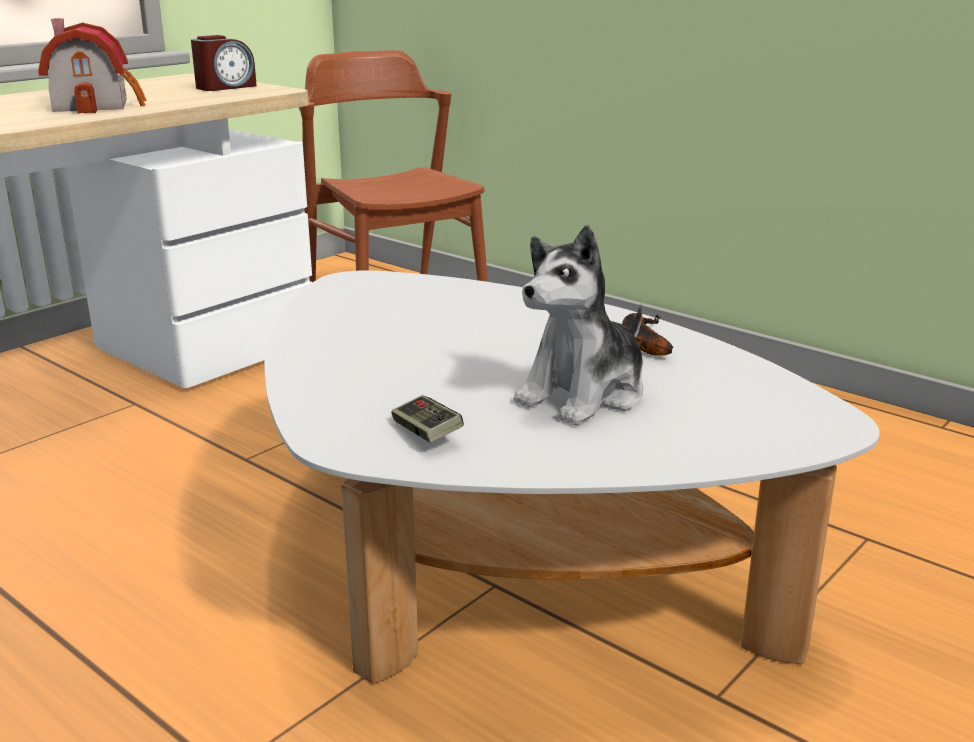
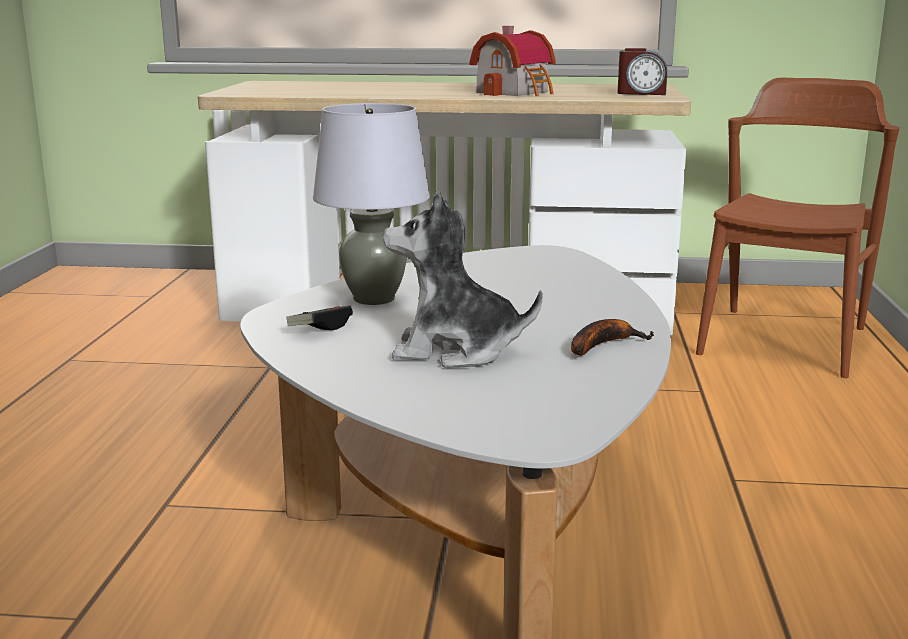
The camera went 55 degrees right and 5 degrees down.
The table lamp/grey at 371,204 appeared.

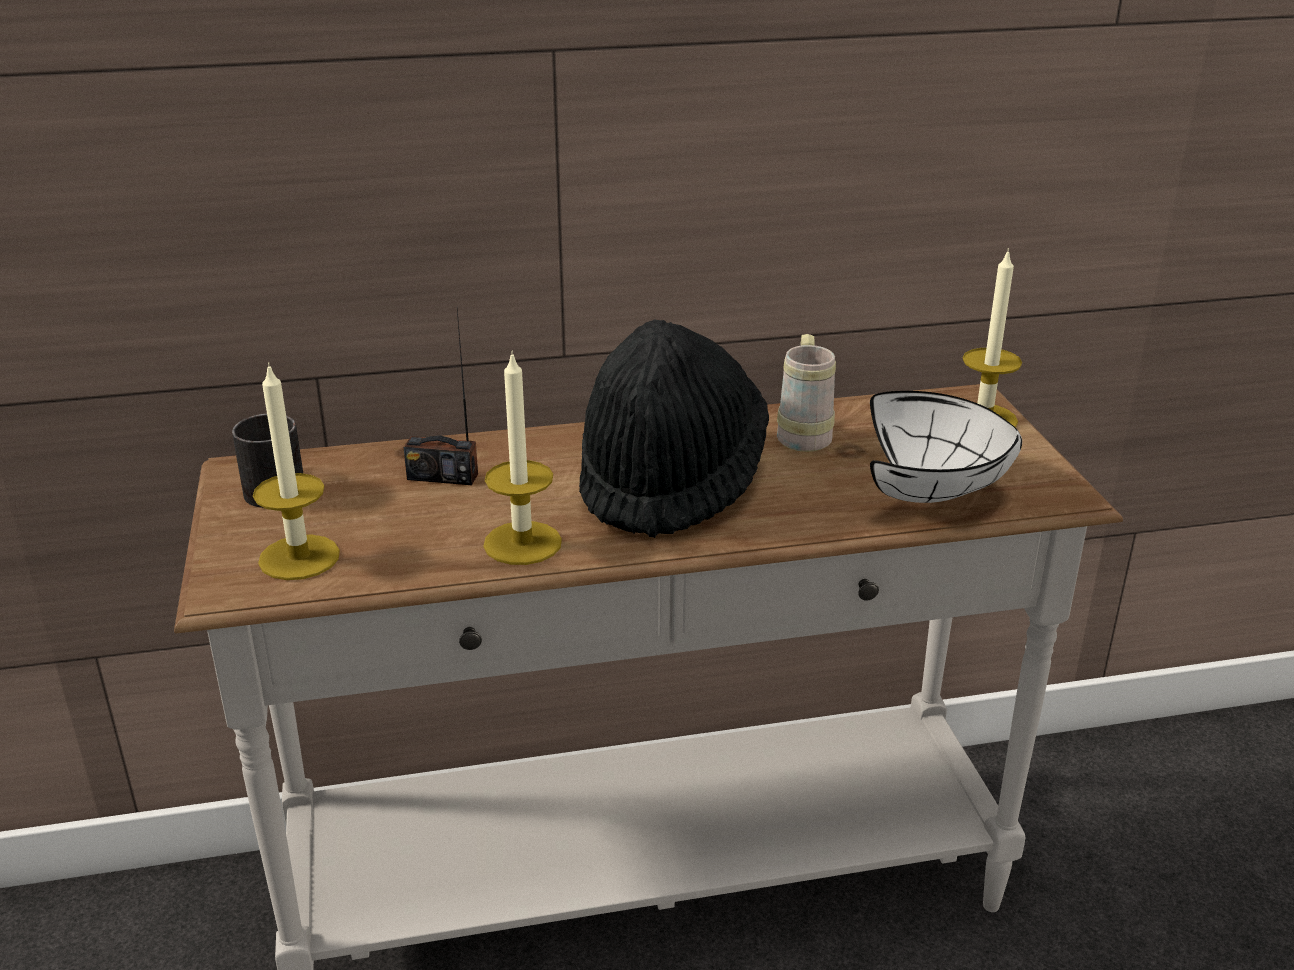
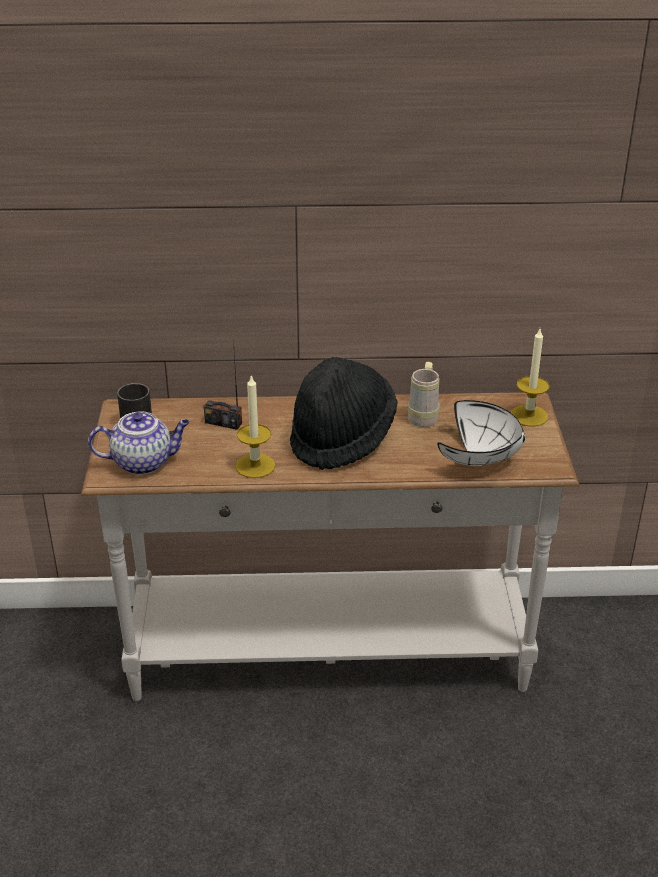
The camera went 10 degrees right and 5 degrees up.
The candle at 296,471 was replaced by the teapot at 139,443.

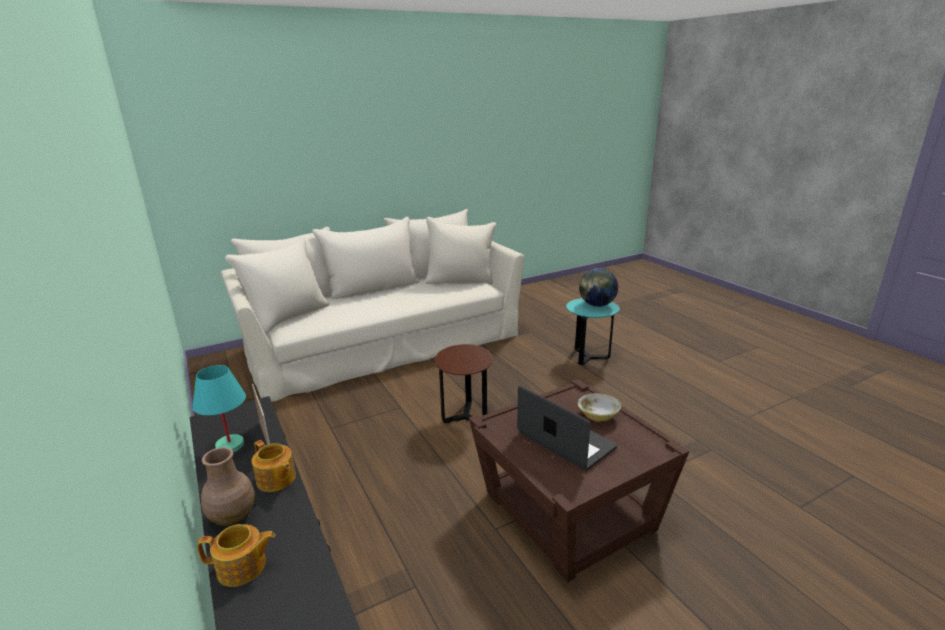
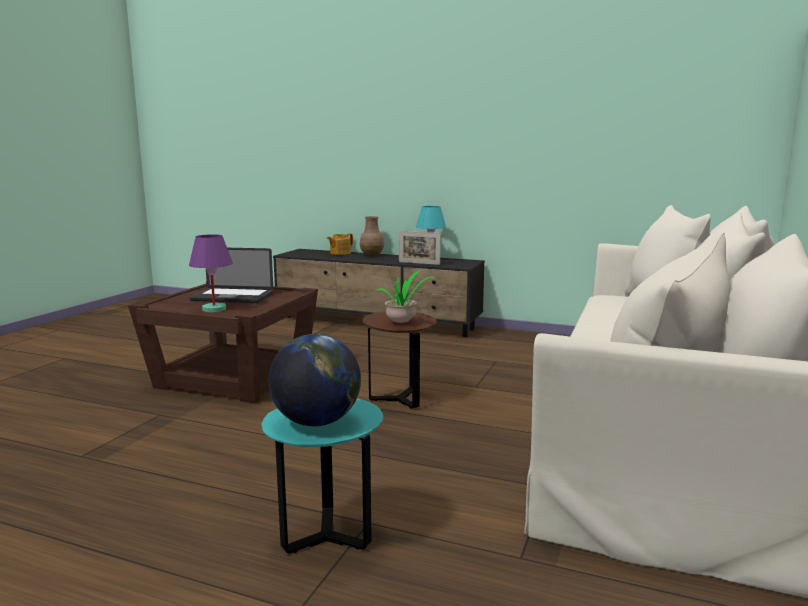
The camera went 140 degrees right and 10 degrees down.
The bowl at 599,407 was replaced by the table lamp/purple at 211,273.
The teapot at 274,466 disappeared.
The potted plant at 404,296 appeared.

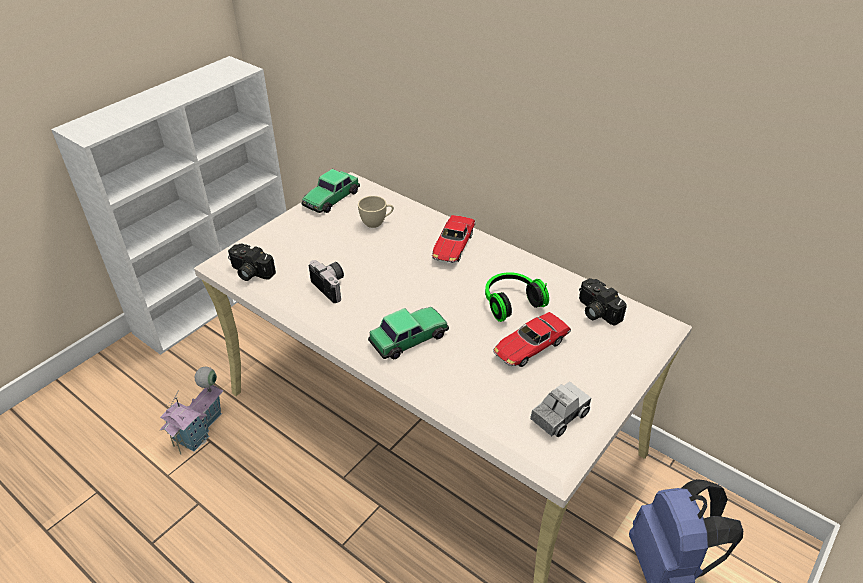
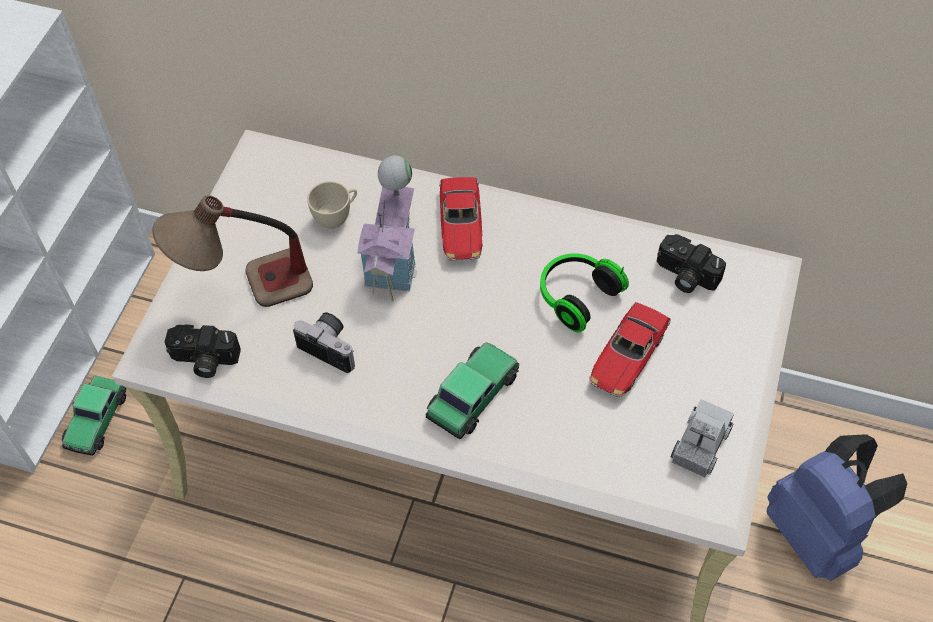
The camera went 20 degrees left and 15 degrees up.
The toy car moved from 331,191 to 94,416.
The toy house moved from 191,410 to 387,228.
The table lamp at 232,251 appeared.

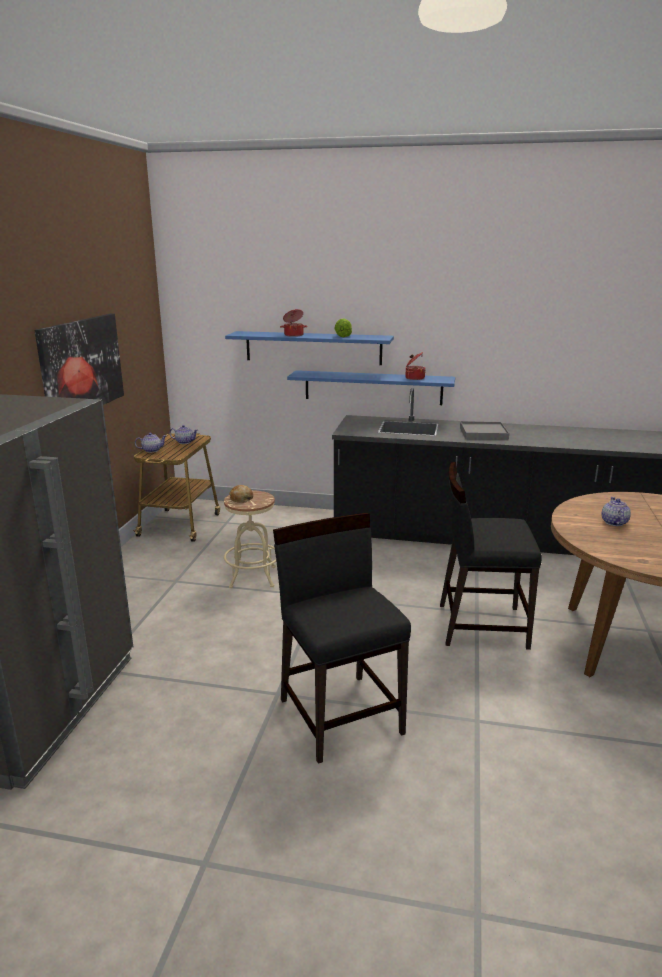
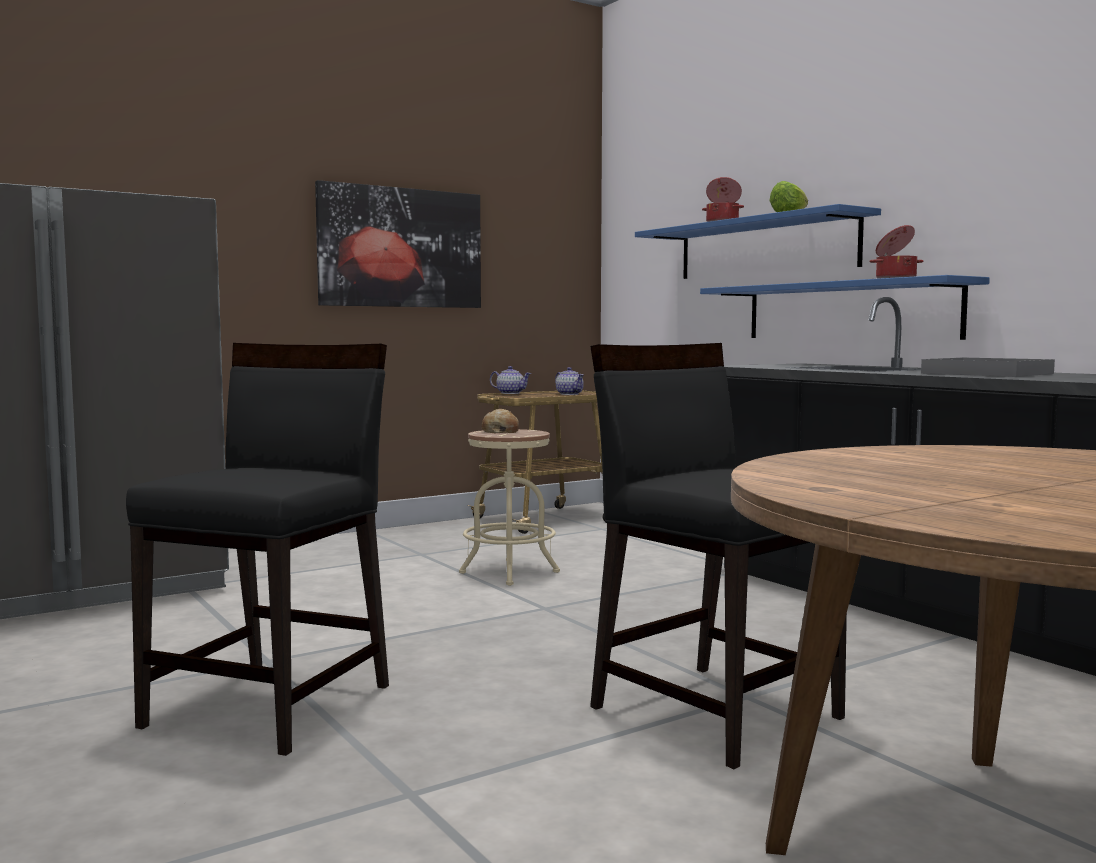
The camera went 45 degrees right and 15 degrees down.
The teapot at 616,511 disappeared.

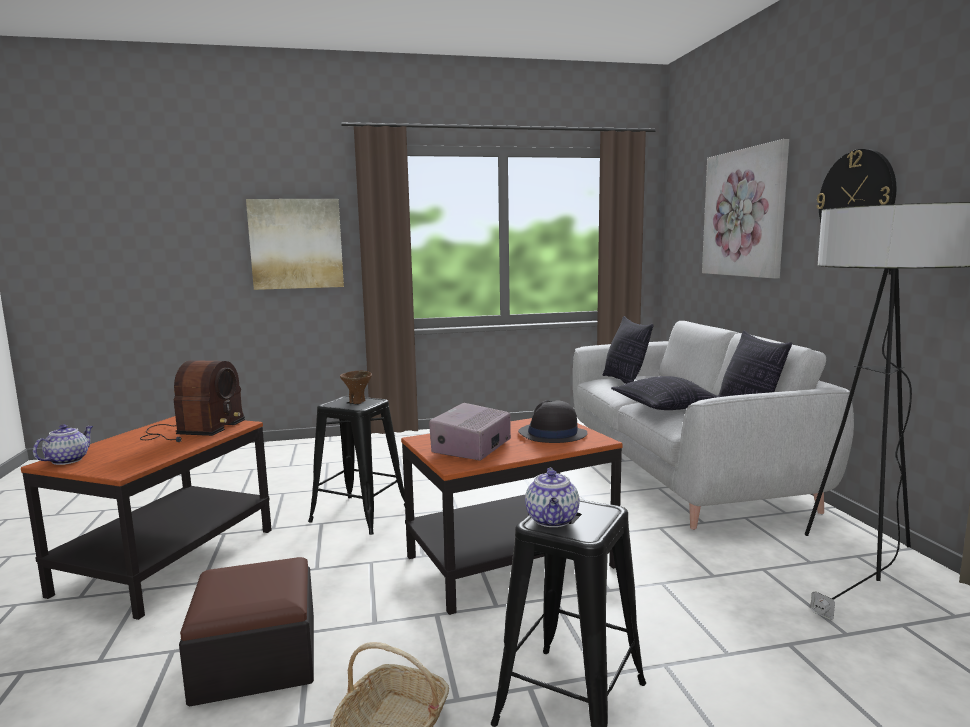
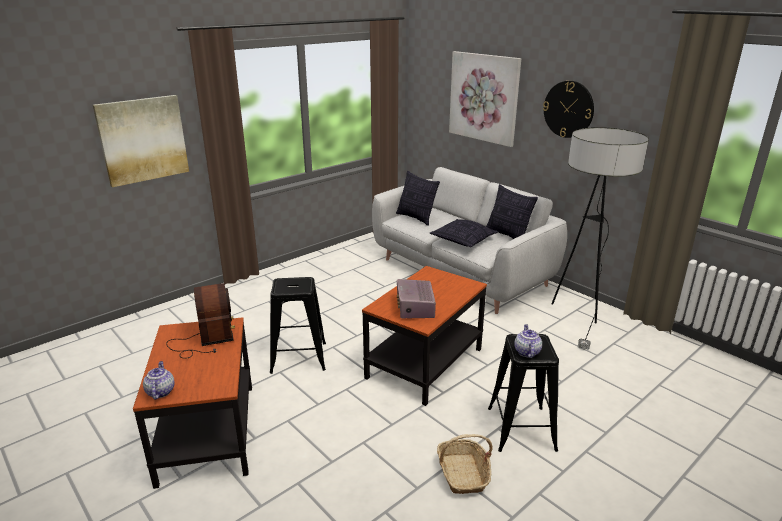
The camera went 30 degrees left and 15 degrees up.
The bowl/brown at 356,387 disappeared.
The hat/black at 552,421 disappeared.
The teapot at 552,497 turned 150 degrees counterclockwise.
The ottoman at 246,632 disappeared.

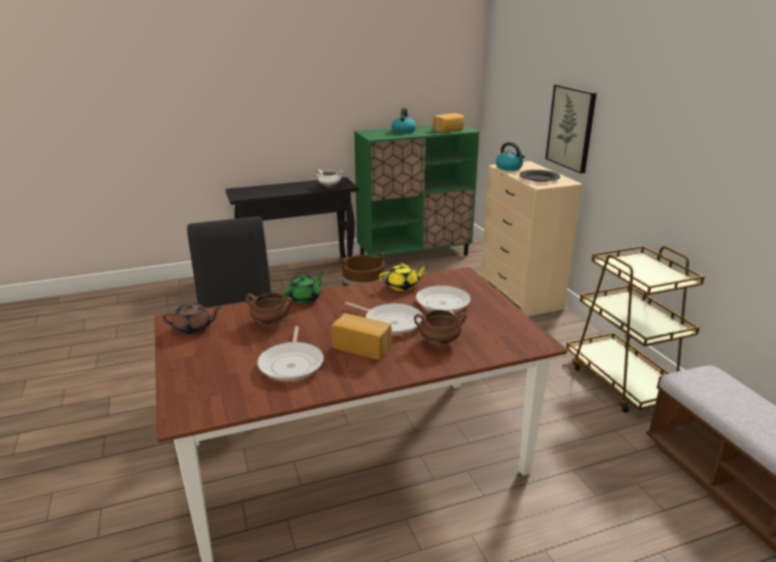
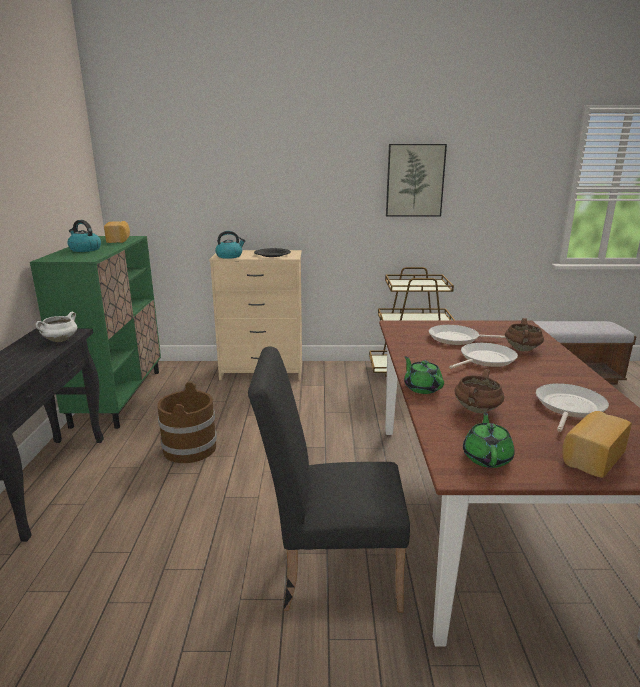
The camera went 70 degrees left and 5 degrees down.
The picture moved from 571,129 to 416,180.
The teapot/yellow at 403,277 disappeared.
The teapot/brown at 192,319 became the teapot/green at 489,440.
The bread moved from 361,336 to 597,444.
The frying pan at 290,353 turned 75 degrees counterclockwise.

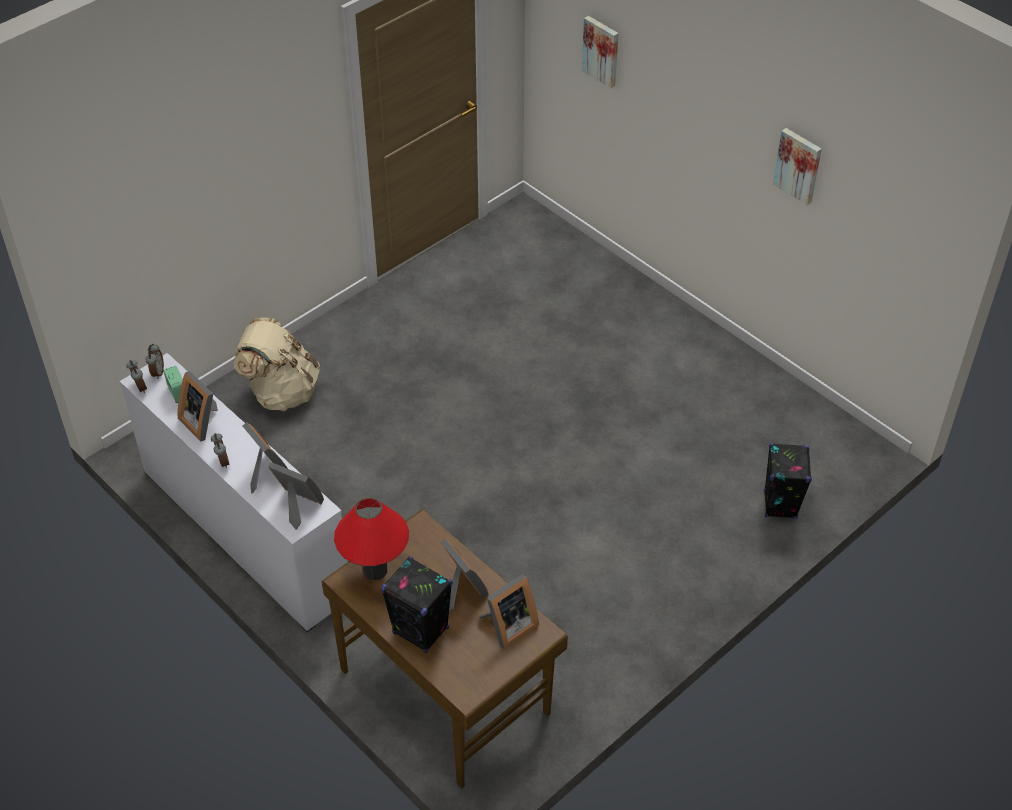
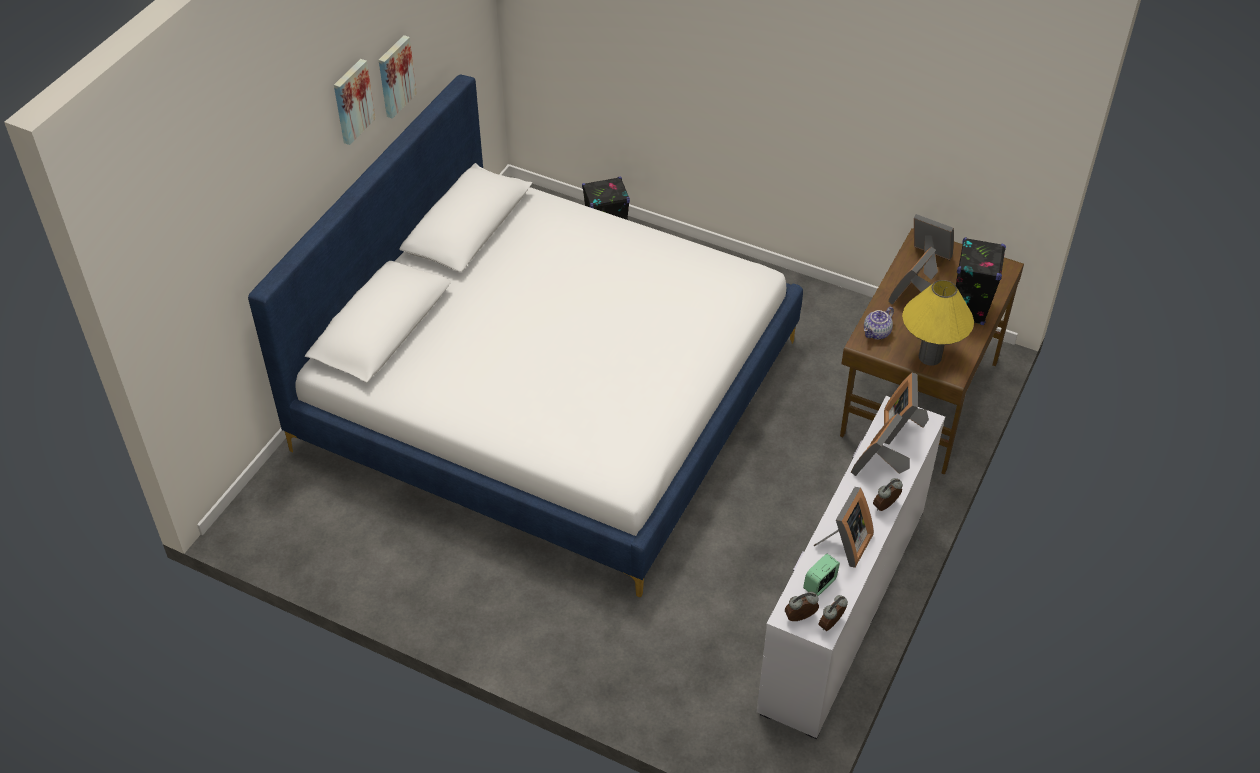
The camera went 110 degrees left and 0 degrees up.
The picture moved from 600,52 to 355,102.
The backpack/beige at 277,364 disappeared.
The table lamp/red at 371,539 became the table lamp/yellow at 938,322.
The bed/white at 525,336 appeared.
The teapot at 879,323 appeared.

